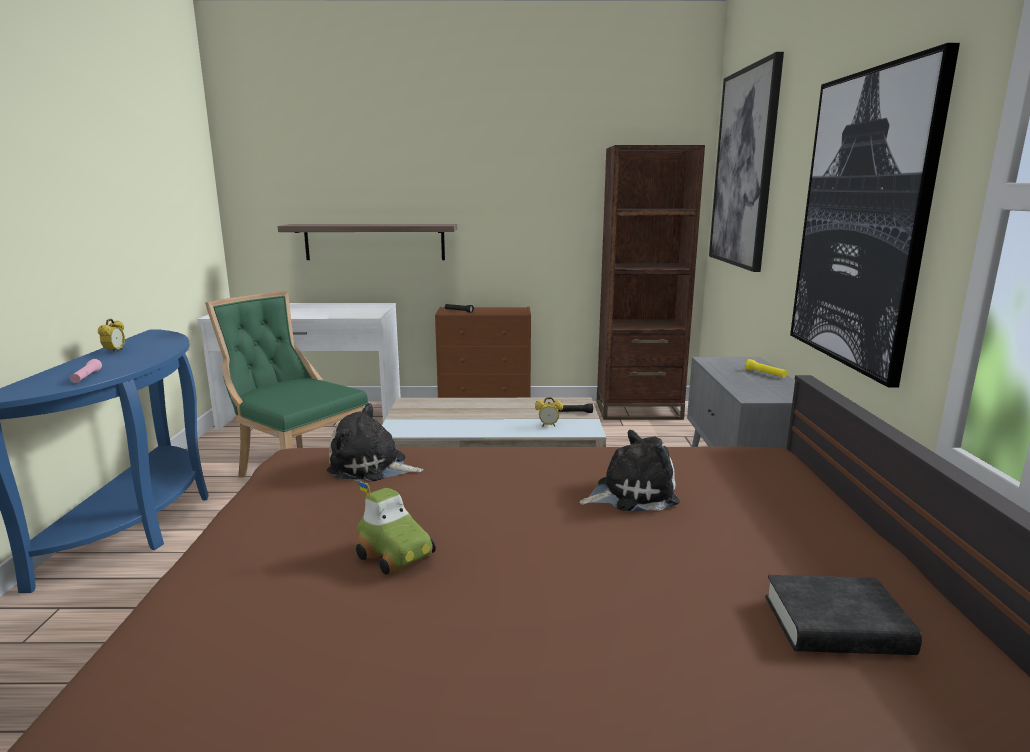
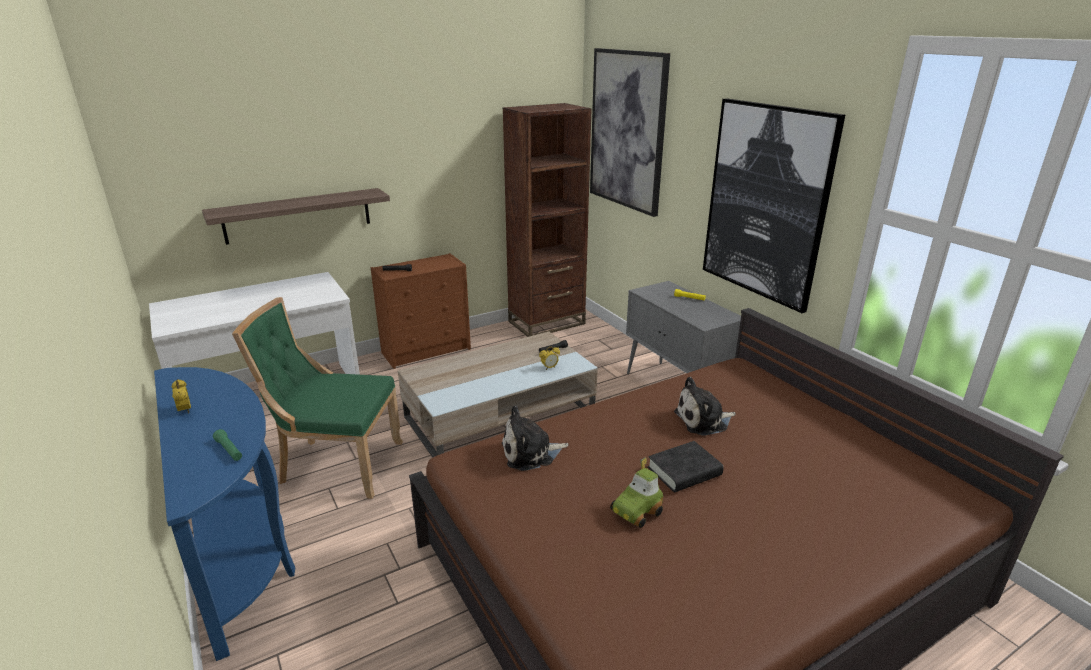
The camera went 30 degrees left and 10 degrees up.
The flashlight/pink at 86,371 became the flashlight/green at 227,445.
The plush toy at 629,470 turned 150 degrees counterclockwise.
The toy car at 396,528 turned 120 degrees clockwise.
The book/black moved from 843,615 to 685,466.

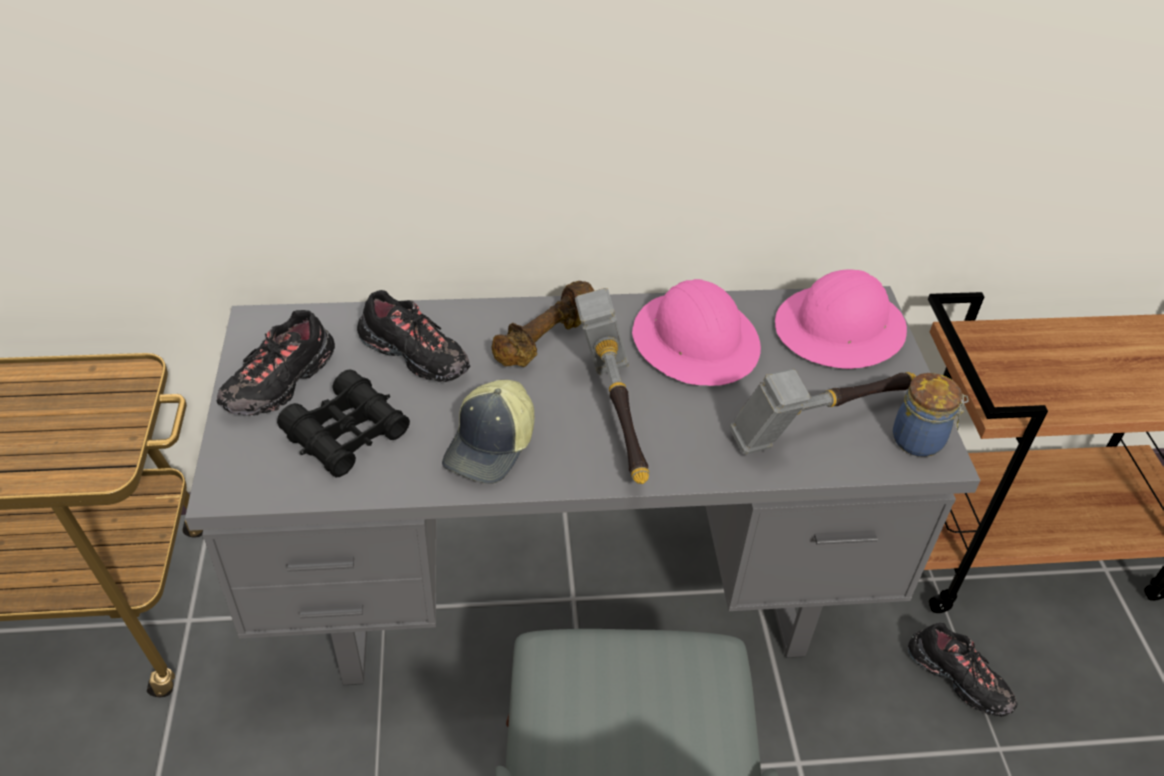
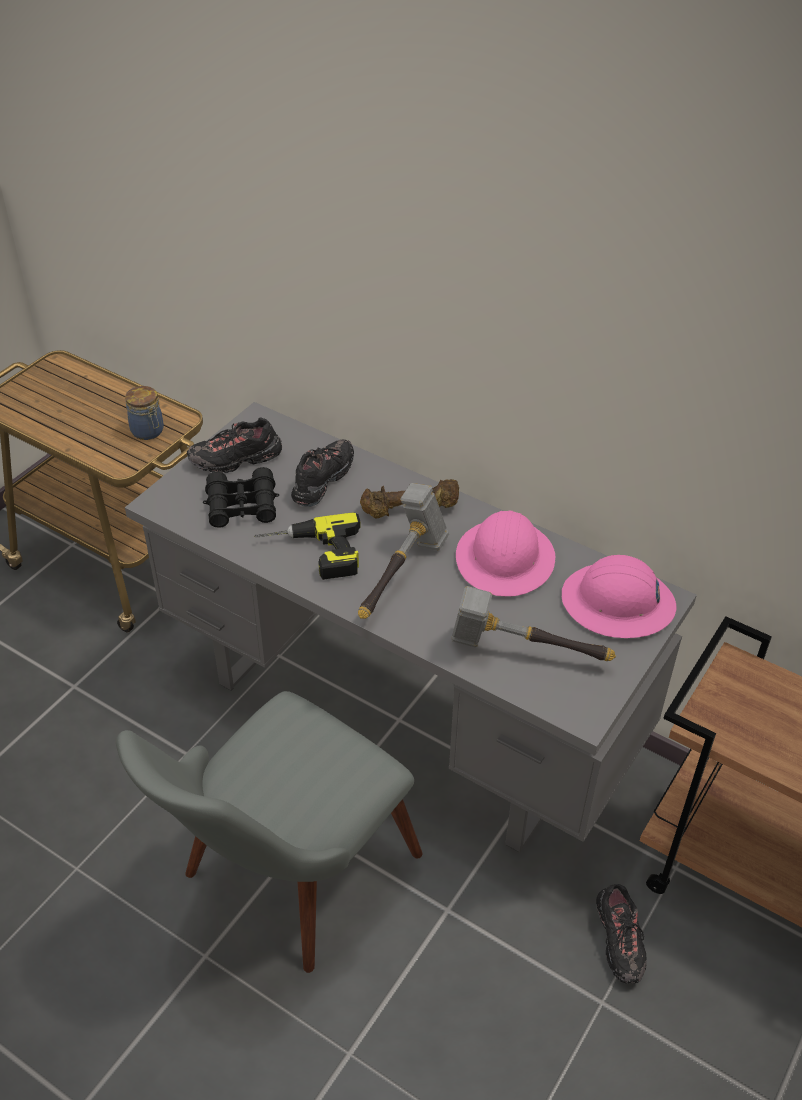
The camera went 40 degrees right and 0 degrees up.
The shoe/black at 414,336 turned 135 degrees counterclockwise.
The jar moved from 930,415 to 144,413.
The cap at 488,432 was replaced by the power drill at 307,546.

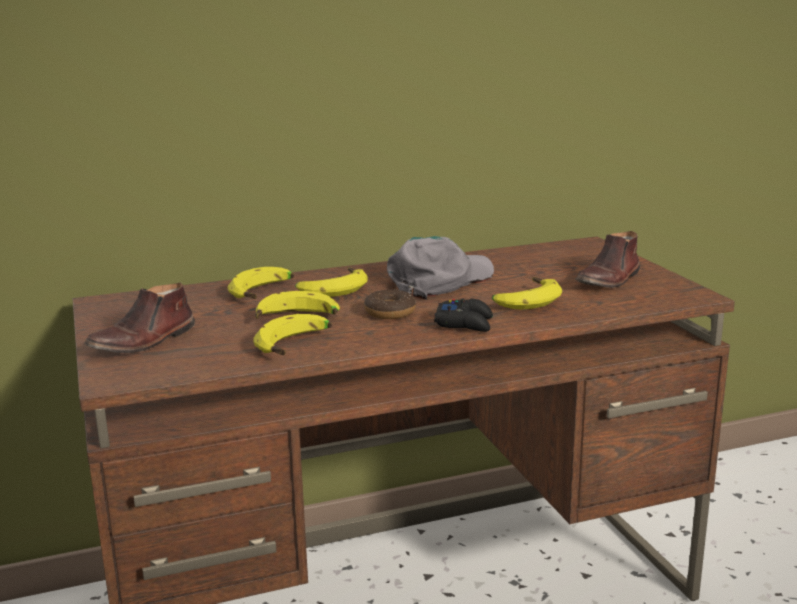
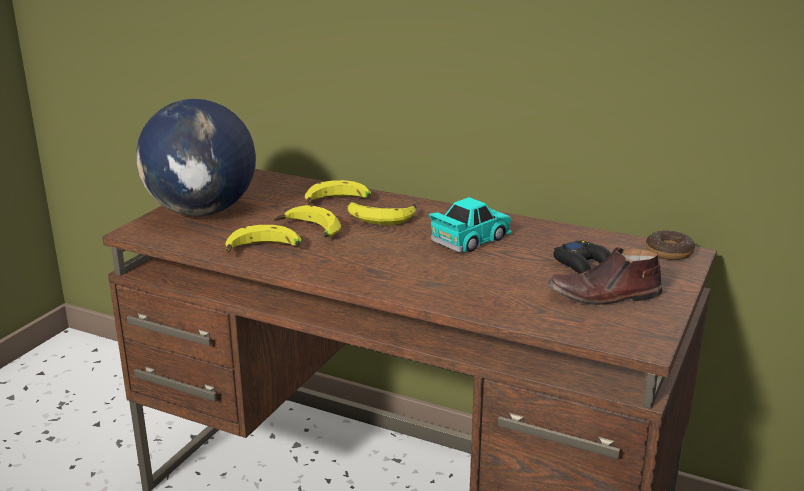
The camera went 45 degrees right and 5 degrees up.
The cap/grey at 440,268 was replaced by the toy car/turquoise at 470,224.
The banana at 527,293 disappeared.
The shoe/brown at 139,318 was replaced by the globe at 196,157.
The donut moved from 390,304 to 670,245.
The game controller/black moved from 463,315 to 582,257.

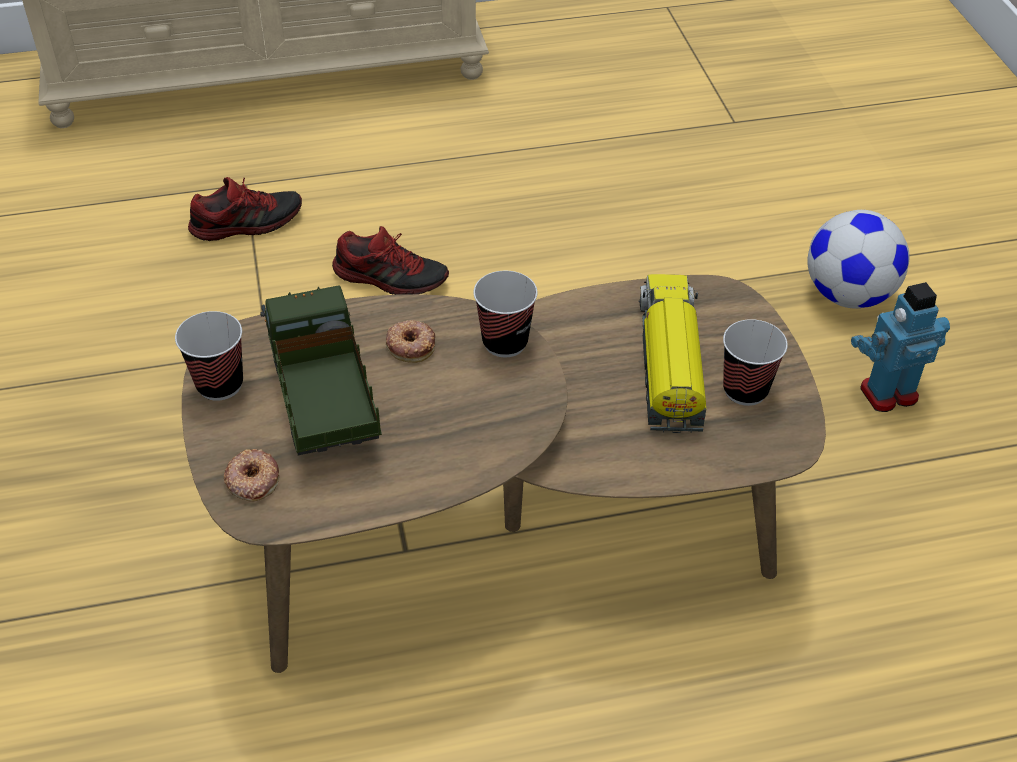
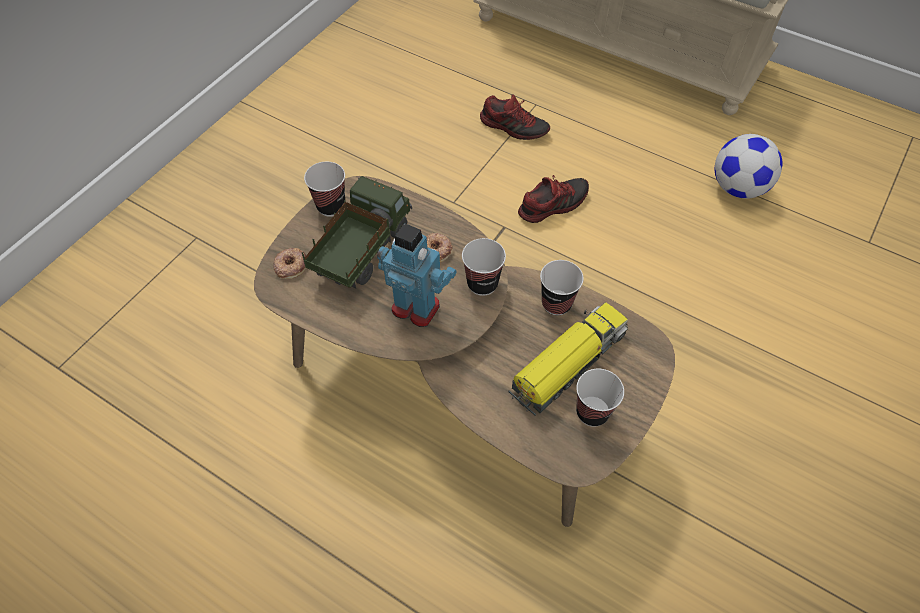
The camera went 45 degrees right and 10 degrees up.
The football moved from 858,259 to 749,166.
The shoe at 390,260 turned 90 degrees counterclockwise.
The toy robot moved from 900,347 to 417,275.
The cup at 562,287 appeared.

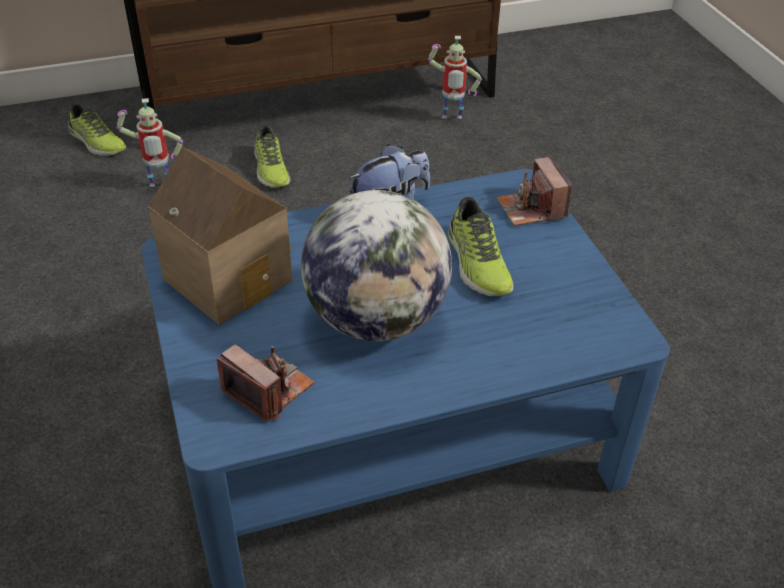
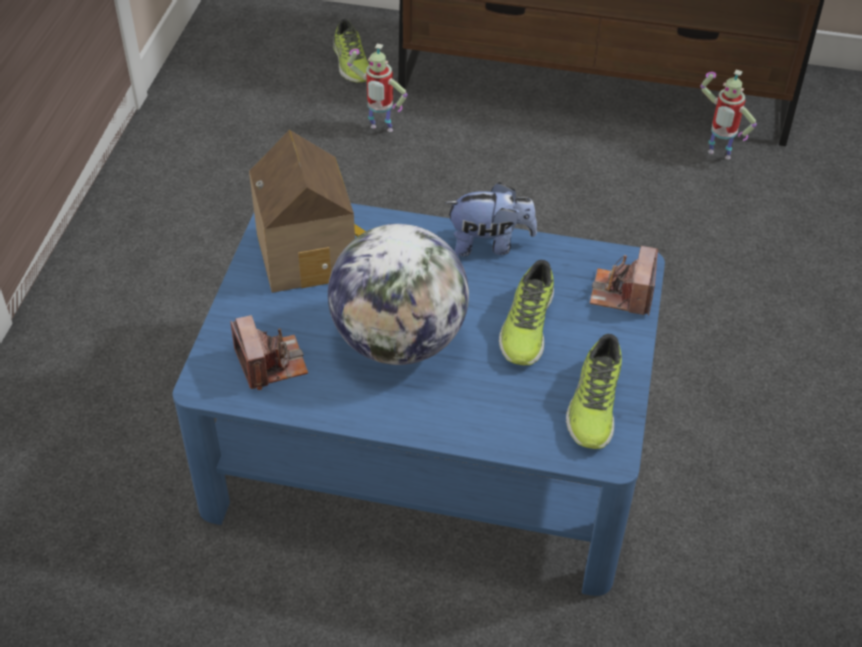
The camera went 30 degrees right and 5 degrees up.
The shoe moved from 272,156 to 594,391.

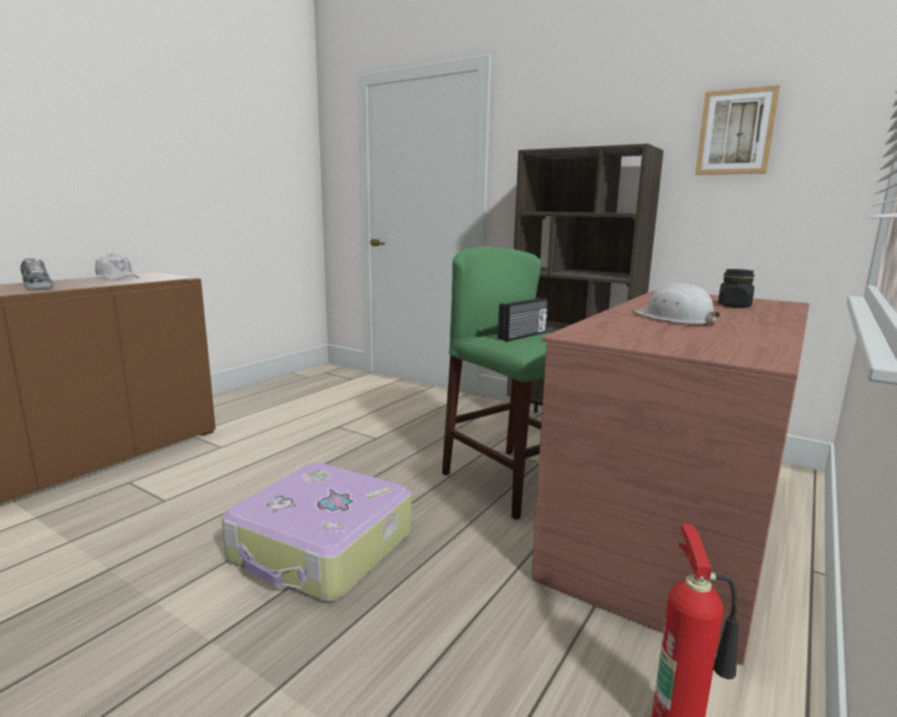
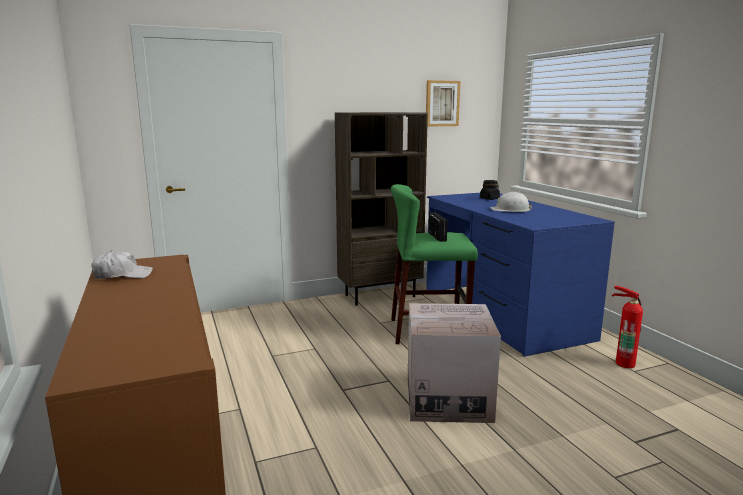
The camera went 55 degrees left and 0 degrees up.
The shoe at 37,273 disappeared.
The desk/brown at 670,477 became the desk/blue at 520,275.
The suitcase at 317,532 was replaced by the cardboard box at 454,363.

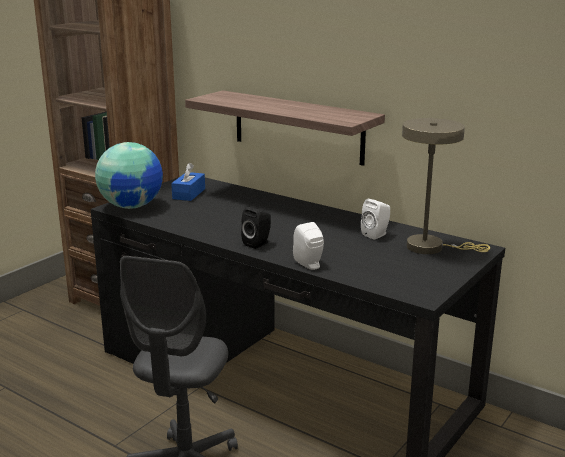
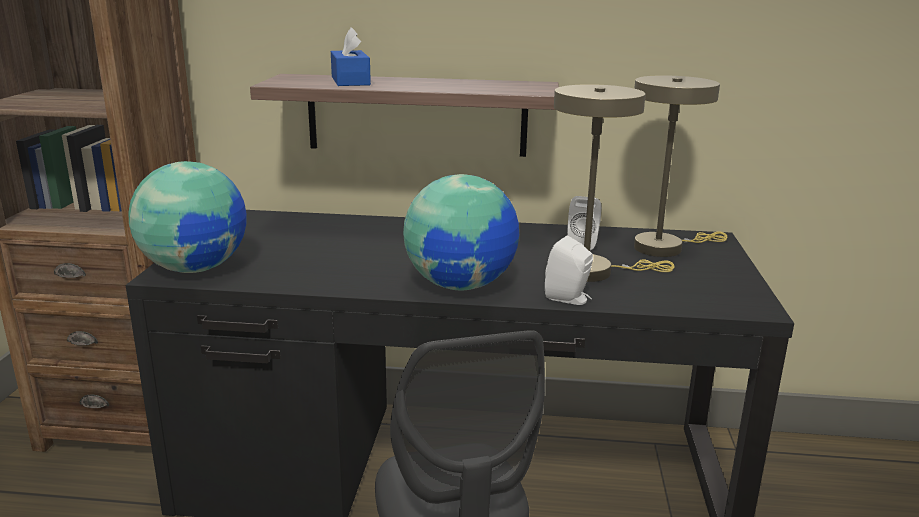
The camera went 30 degrees left and 0 degrees up.
The tissue box/blue moved from 188,182 to 351,56.
The speaker/black at 256,228 was replaced by the globe at 461,232.
The table lamp/beige at 614,183 appeared.

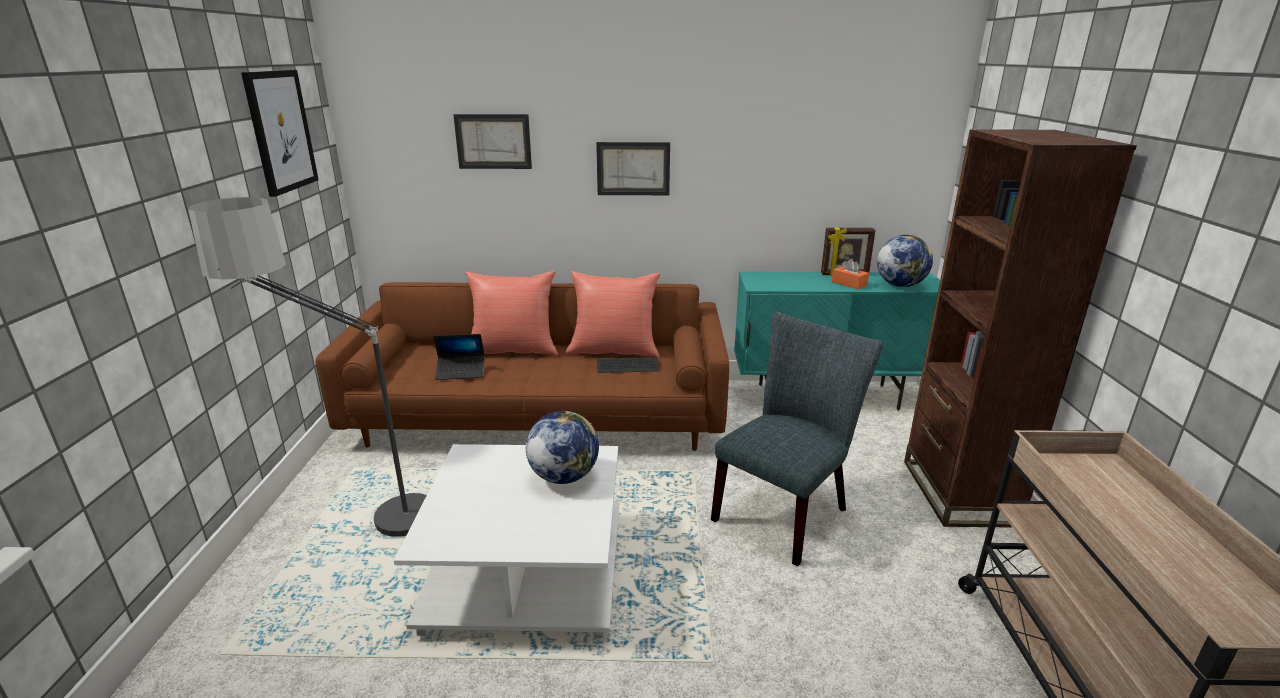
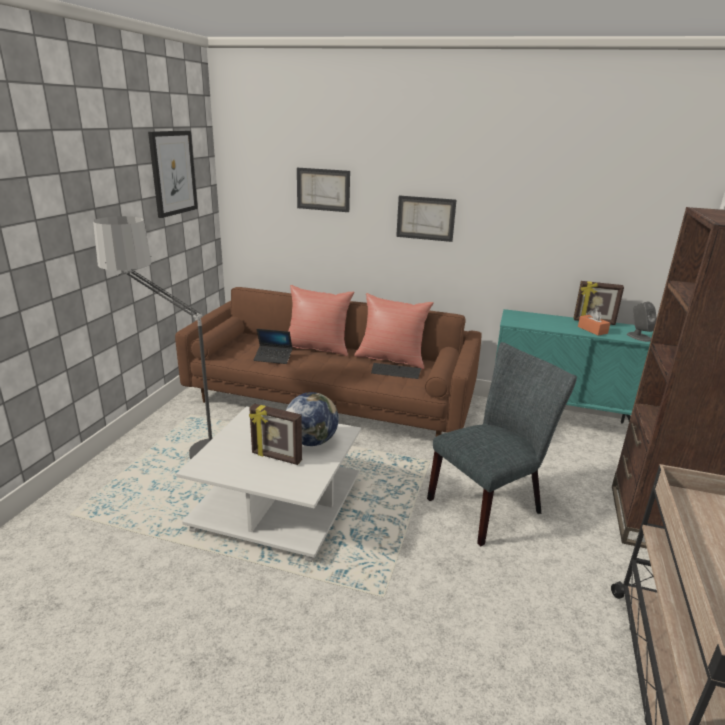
The camera went 15 degrees right and 0 degrees up.
The globe at 905,261 was replaced by the speaker/grey at 642,322.
The picture frame at 275,434 appeared.

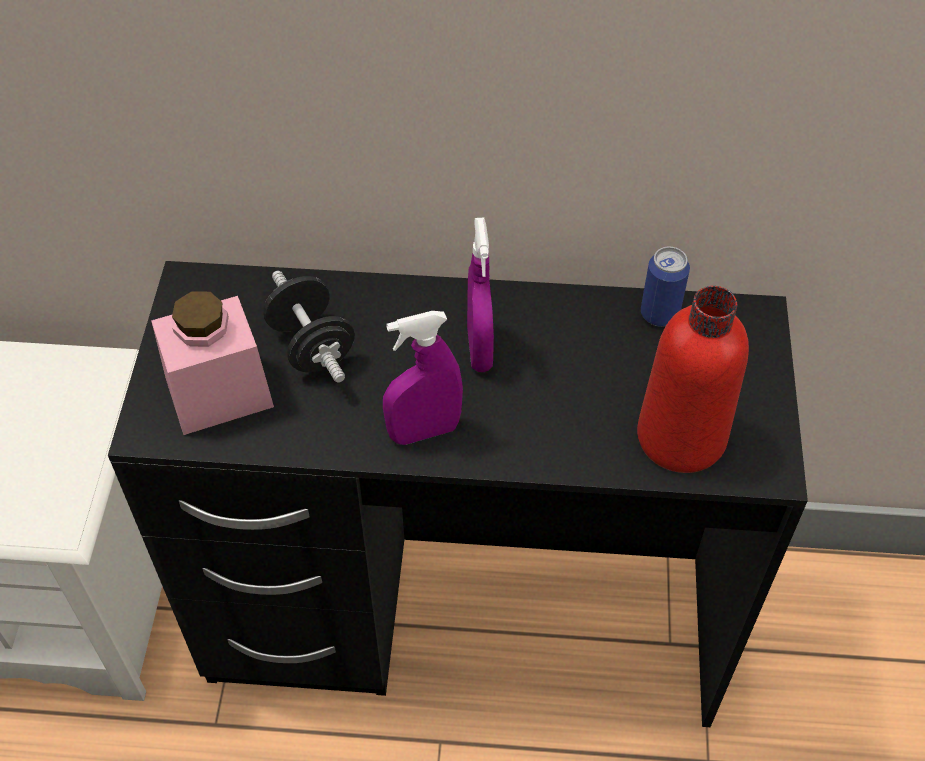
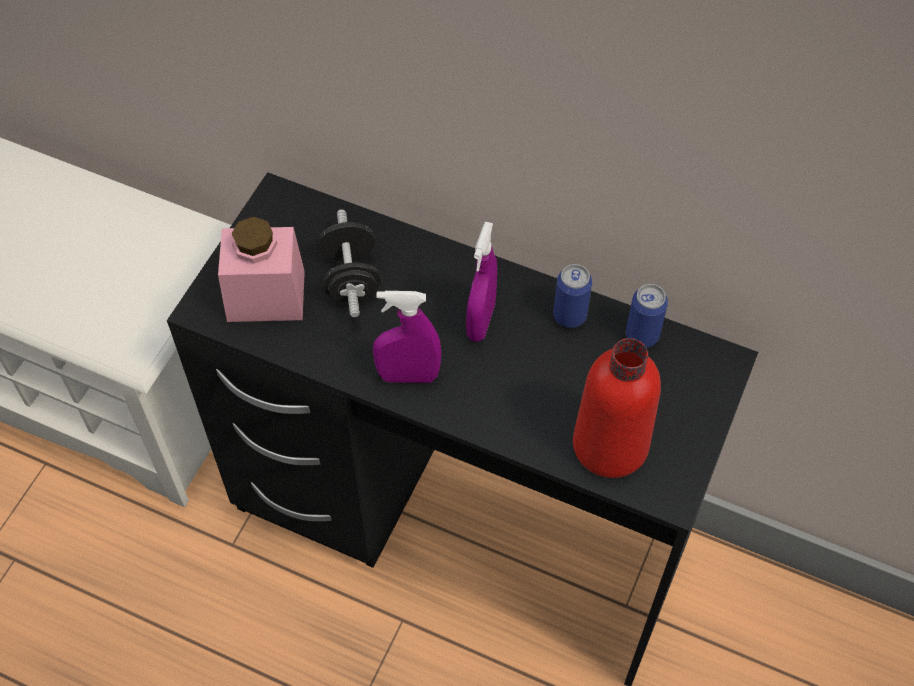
The camera went 20 degrees right and 5 degrees up.
The can at 572,296 appeared.

